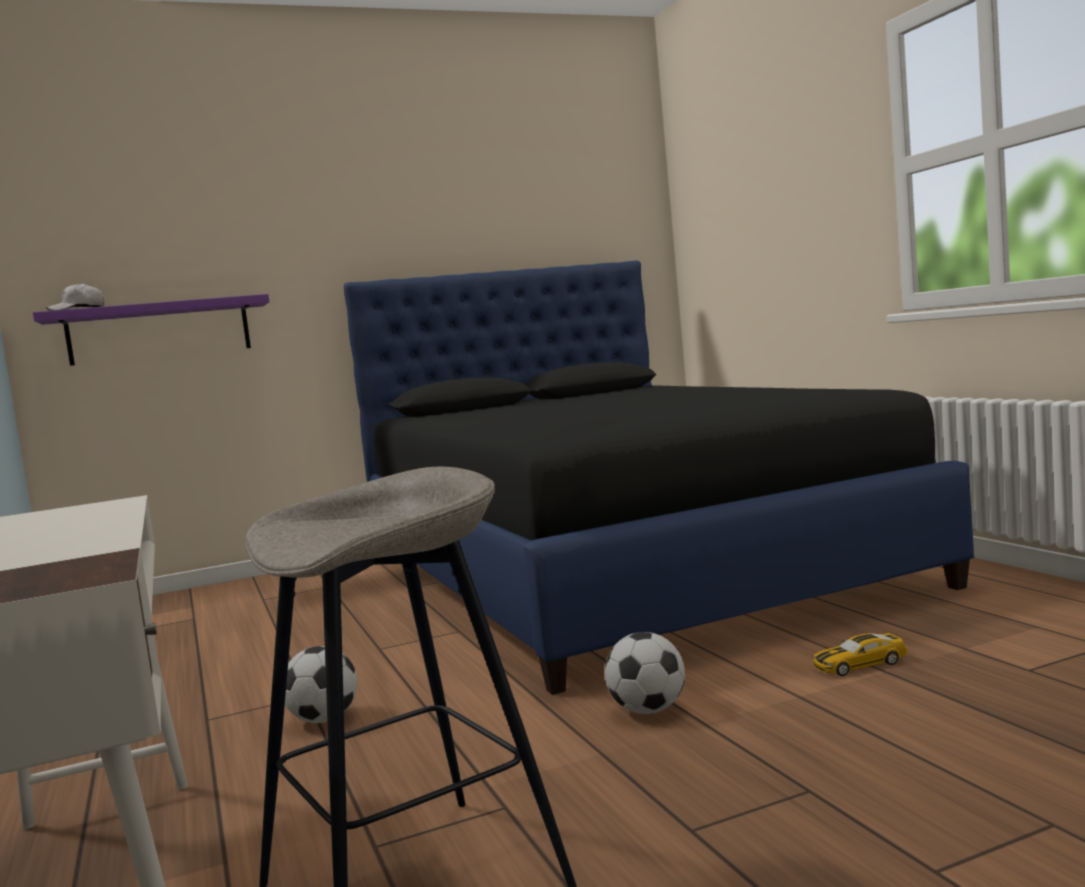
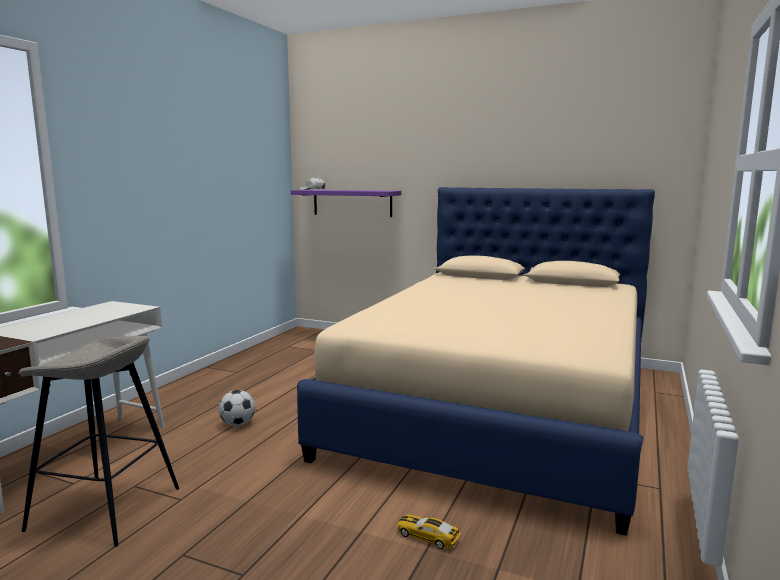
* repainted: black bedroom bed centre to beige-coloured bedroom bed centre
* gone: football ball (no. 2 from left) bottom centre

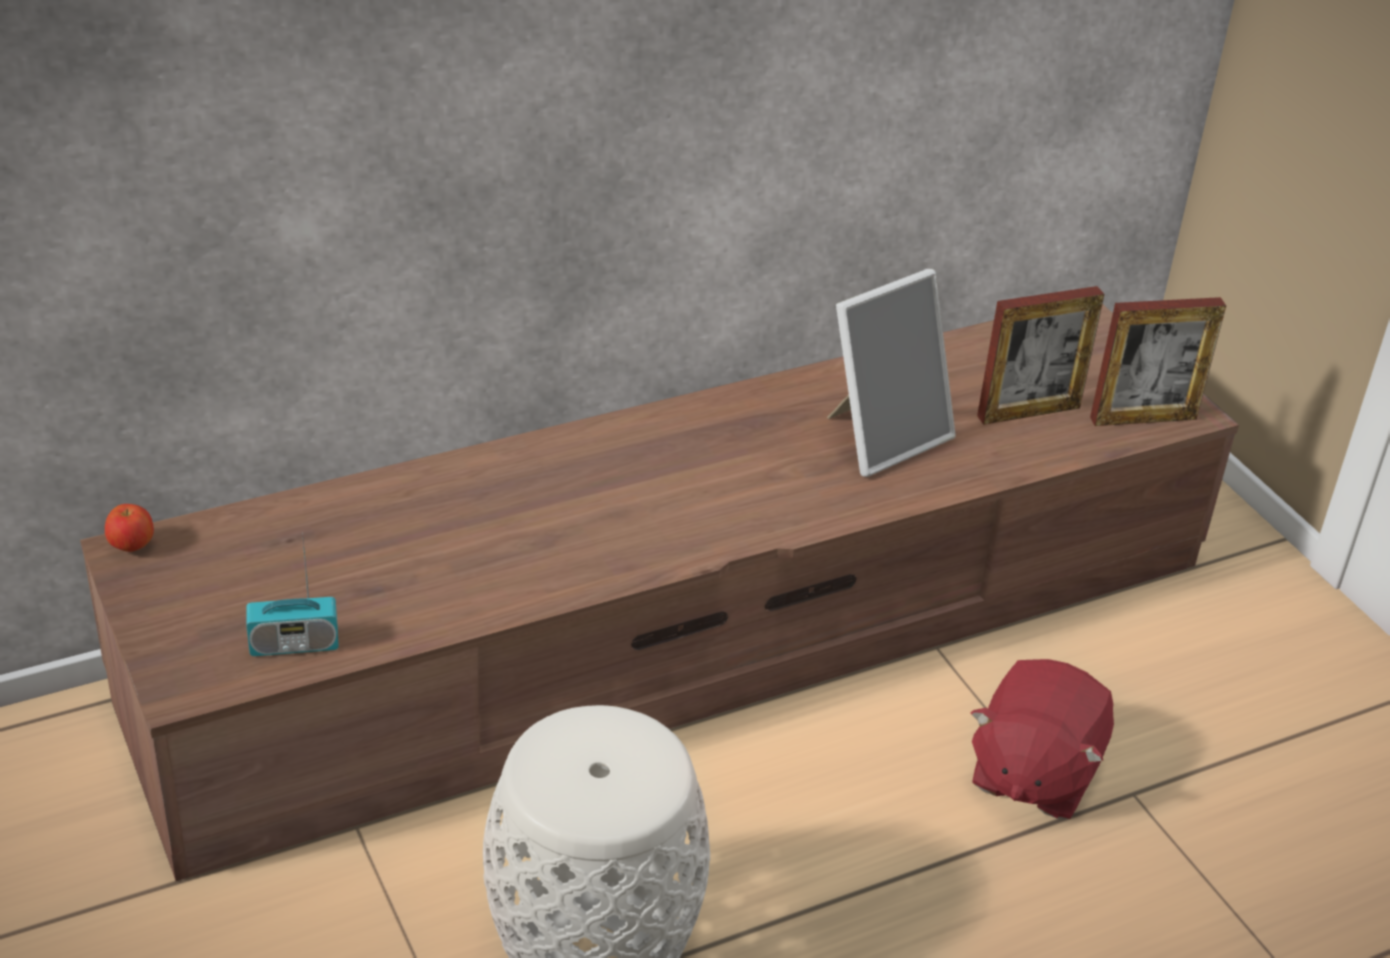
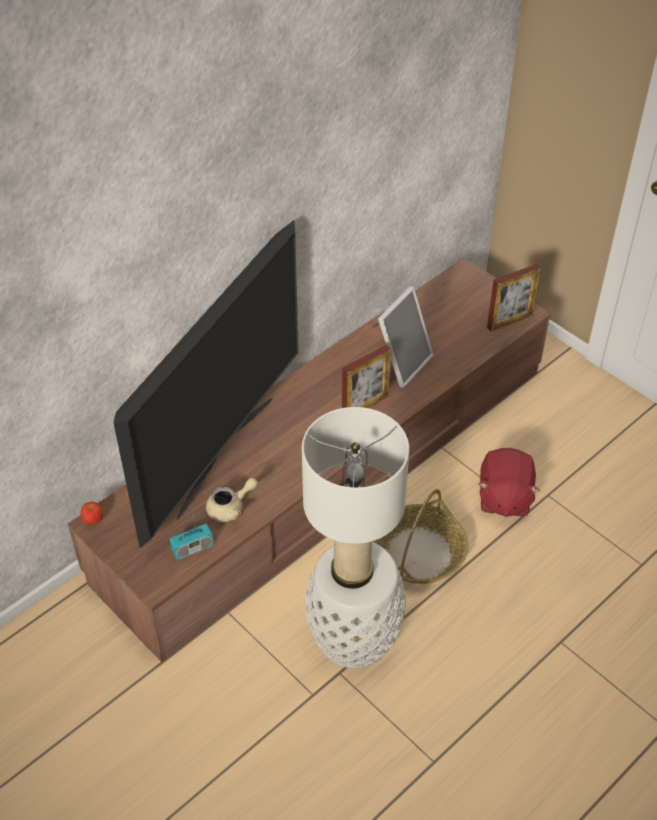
* new: TV set middle left
* new: beige-coloured pot for tea centre
* new: whitish tabletop lamp centre
* shifted: standing frame (no. 2 from left in the first image) middle right to standing frame (no. 1 from left) centre
* new: household basket centre

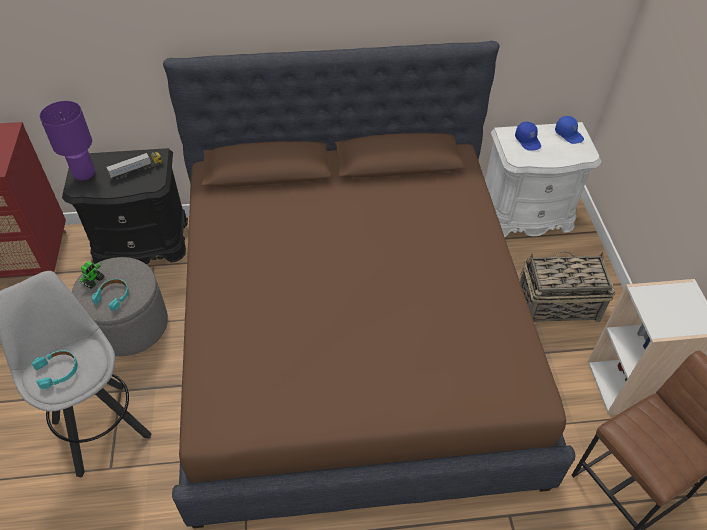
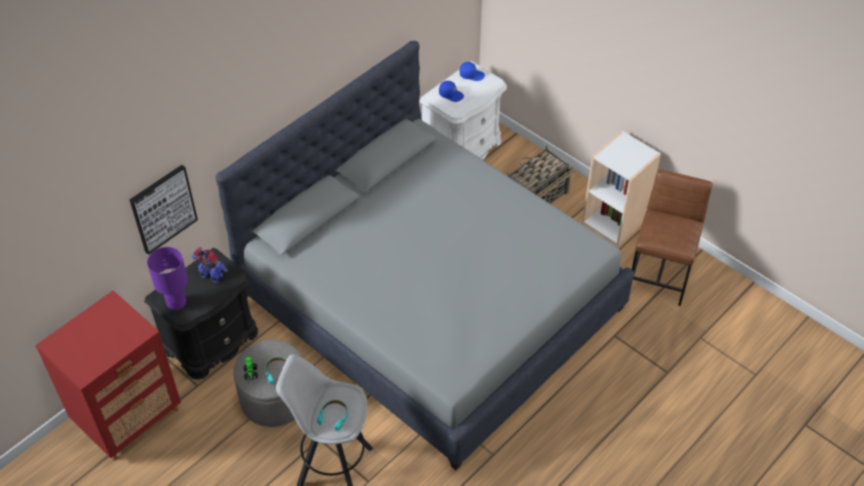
* new: picture middle left
* swapped: toy lorry top left to robot figure (no. 1 from left) middle left
* repainted: brown-coloured bedroom bed centre to gray bedroom bed centre

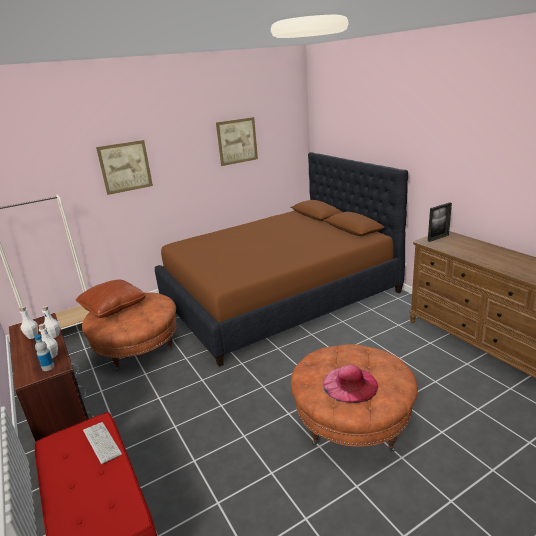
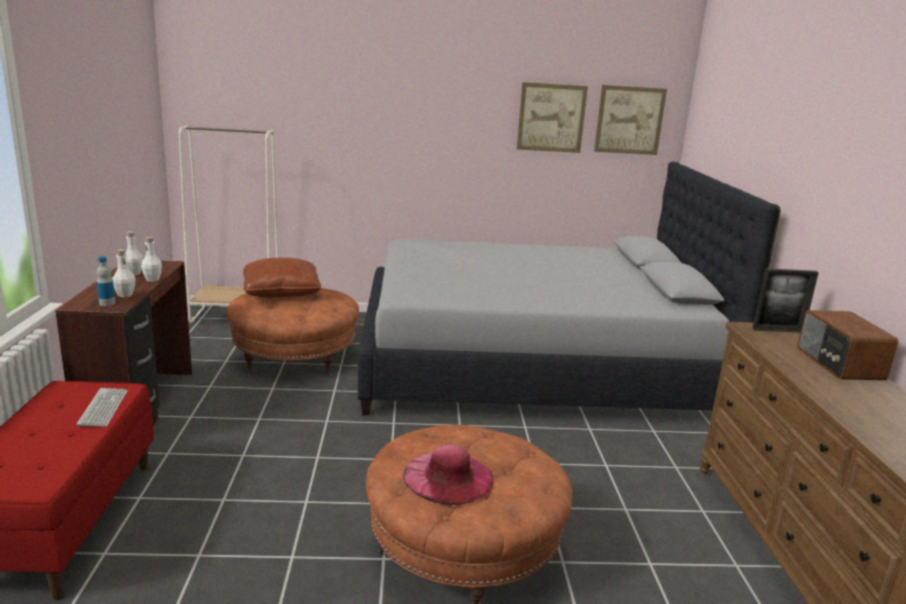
* repainted: brown-coloured bedroom bed centre to gray bedroom bed centre
* shifted: picture (no. 1 from left in the first image) top left to picture (no. 2 from left) top right
* new: radio middle right

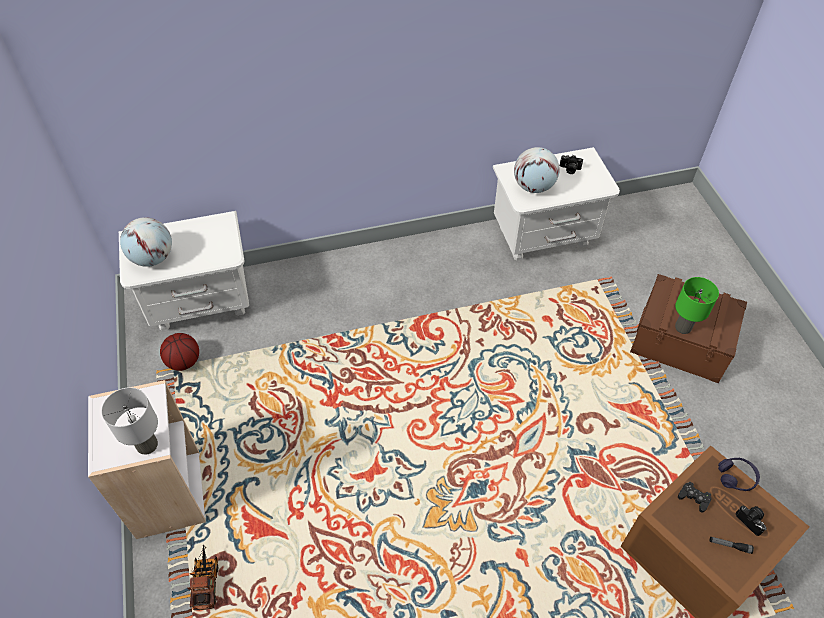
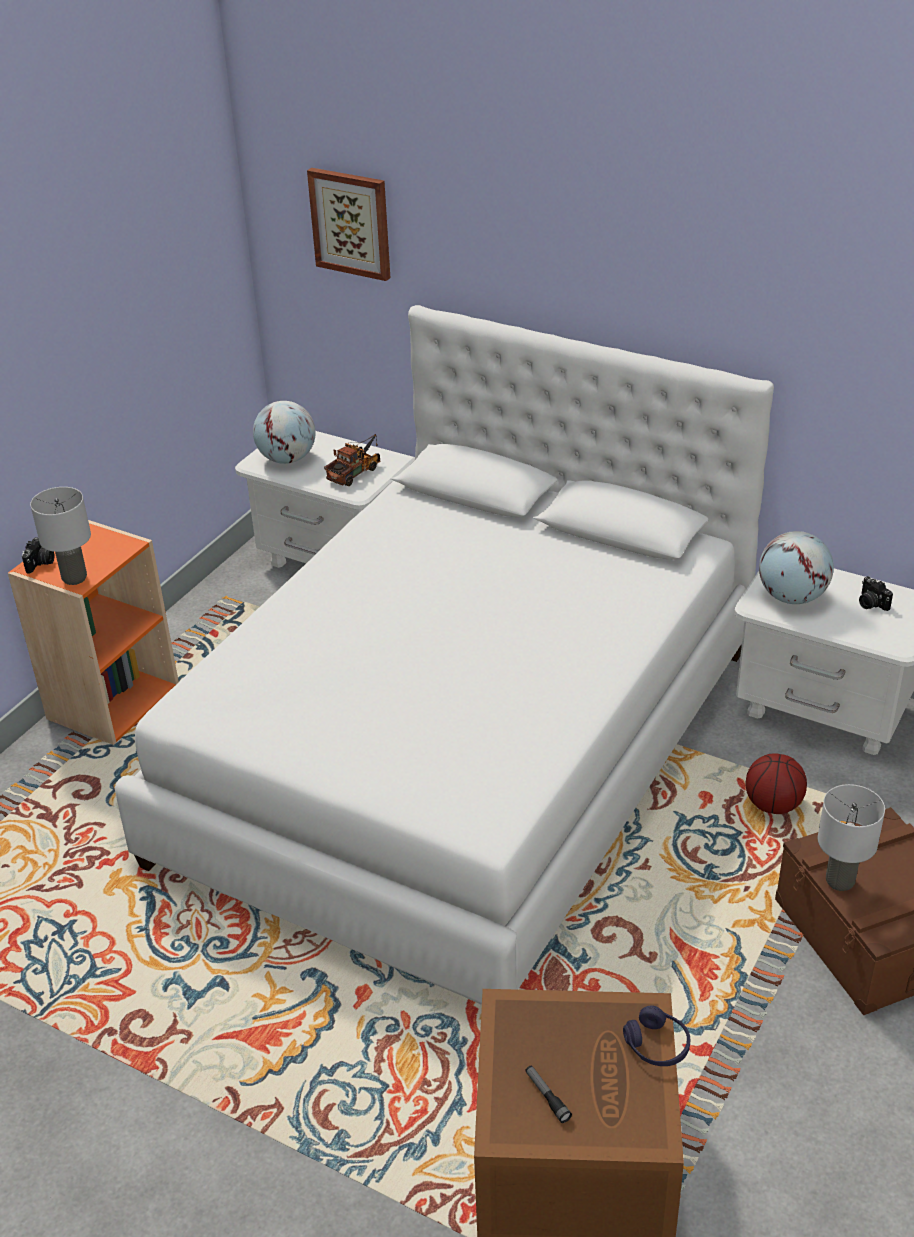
* repainted: whitish bookshelf bottom left to orange bookshelf middle left
* shifted: still camera (no. 2 from left in the first image) bottom right to still camera (no. 1 from left) middle left
* new: whitish bedroom bed centre
* new: picture top centre
* shifted: toy lorry bottom left to centre
* shifted: ball for basketball middle left to middle right
* repainted: green-coloured tabletop lamp middle right to whitish tabletop lamp (no. 2 from left) bottom right
* gone: black gamepad bottom right

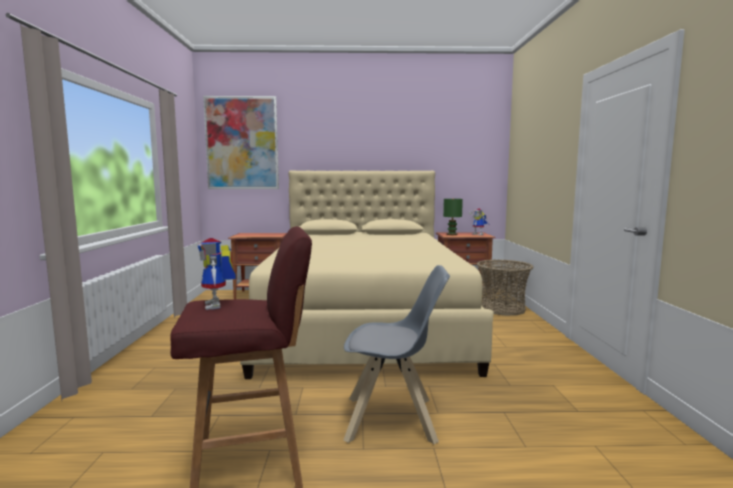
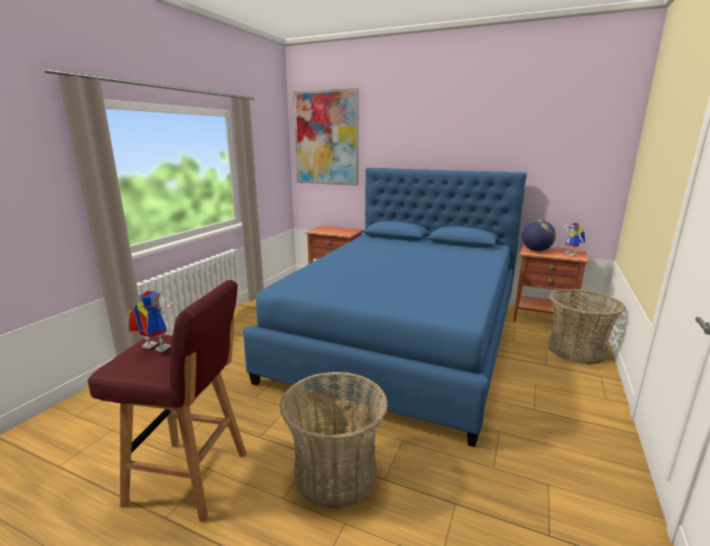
* rotated: robot figure (no. 1 from left) middle left = middle left 105 degrees clockwise
* repainted: beige-coloured bedroom bed centre to blue-coloured bedroom bed centre
* swapped: gray upright chair bottom centre to household basket (no. 1 from left) bottom centre
* swapped: green-coloured tabletop lamp centre to globe middle right

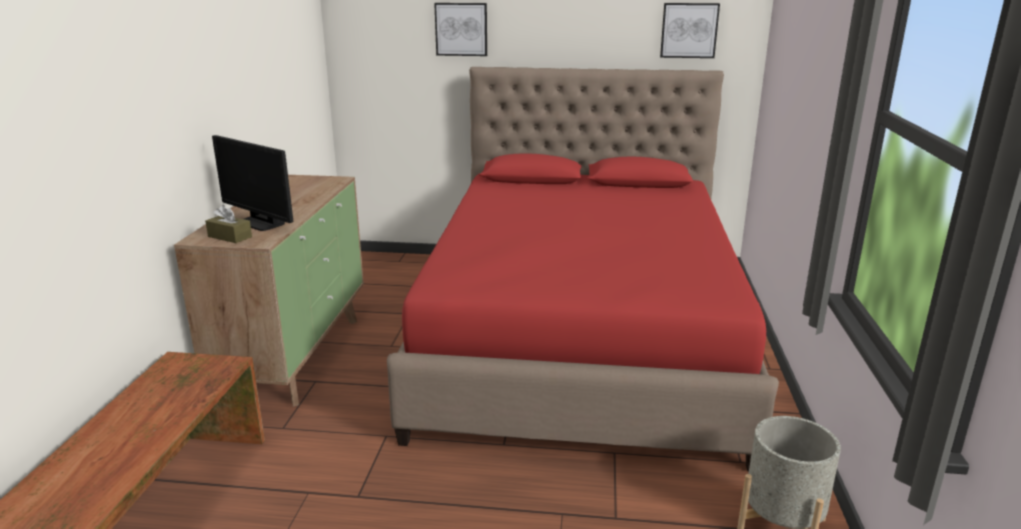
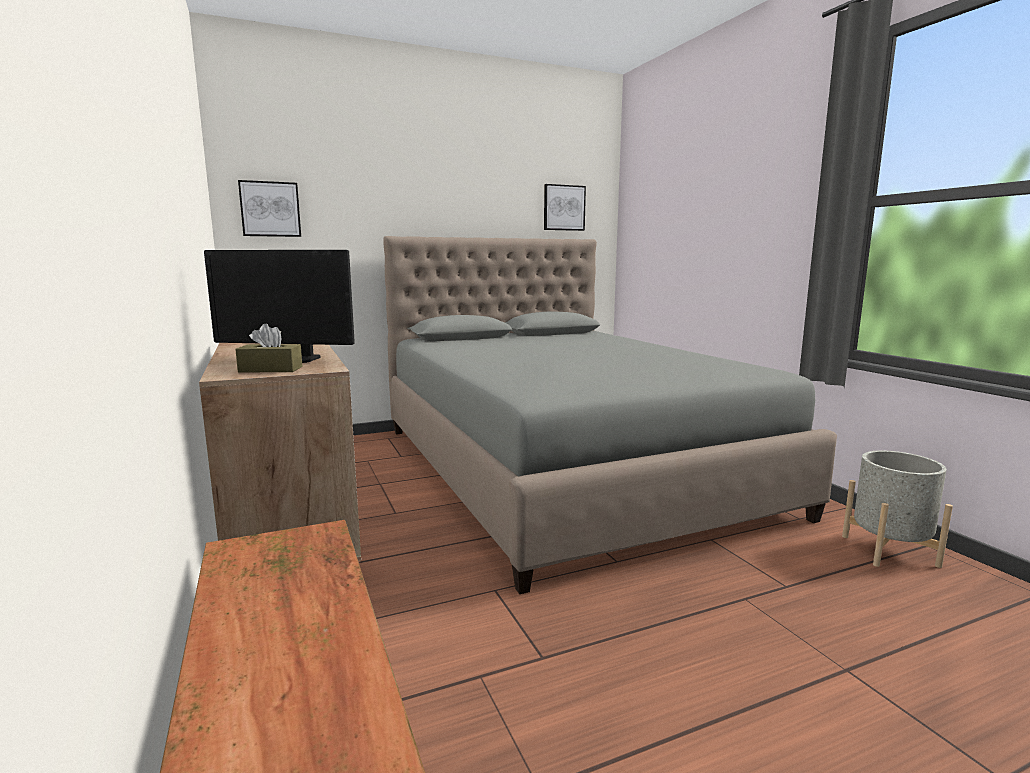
* shifted: picture (no. 1 from left) top centre to top left
* repainted: red bedroom bed centre to gray bedroom bed centre

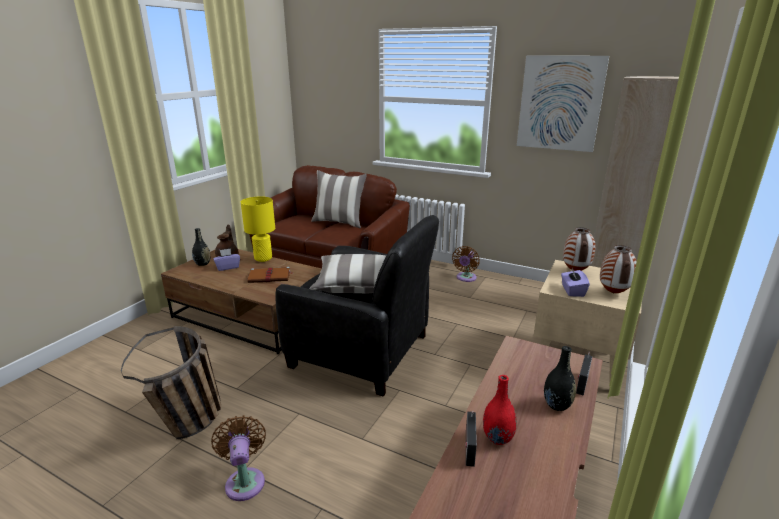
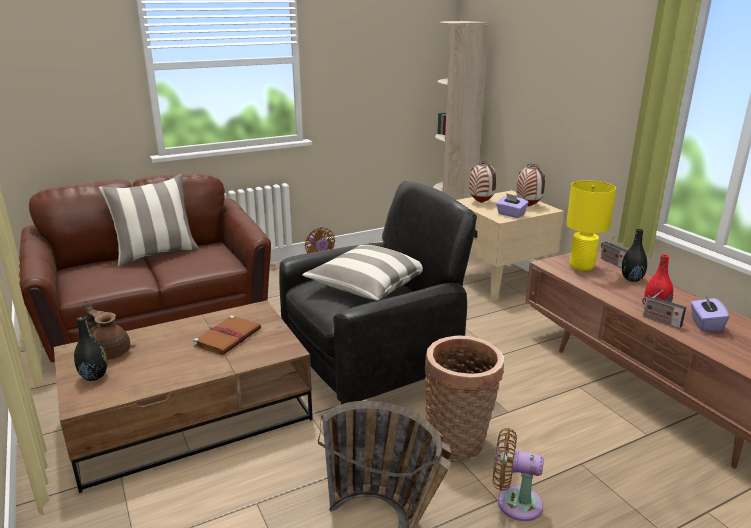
* new: household basket (no. 2 from left) bottom centre
* shifted: yellowish tabletop lamp middle left to middle right
* shifted: purplish tissue holder (no. 1 from left in the first image) middle left to purplish tissue holder (no. 2 from left) middle right
* gone: picture top right

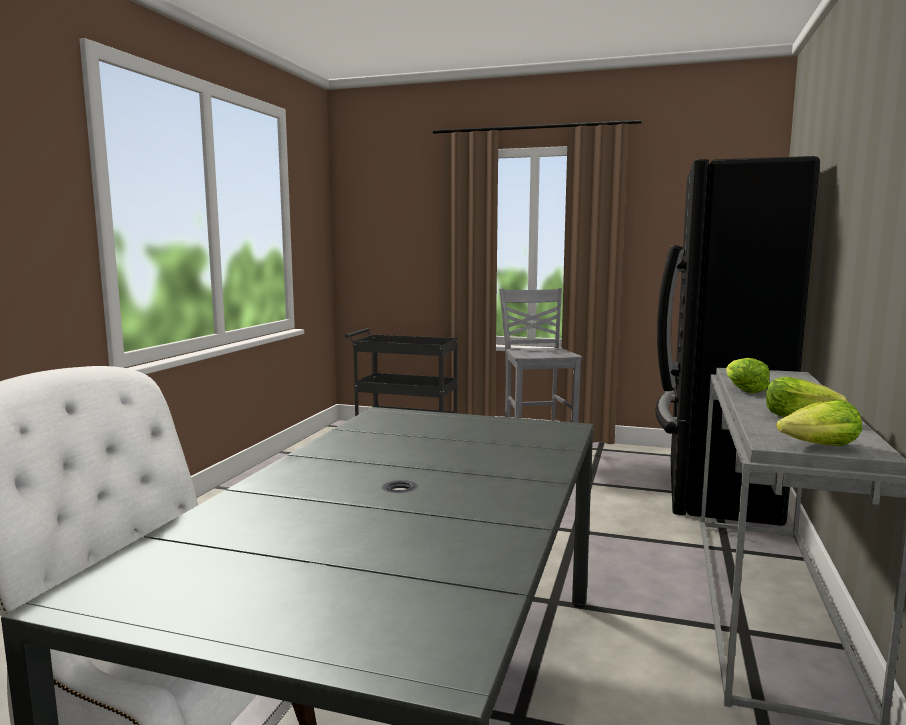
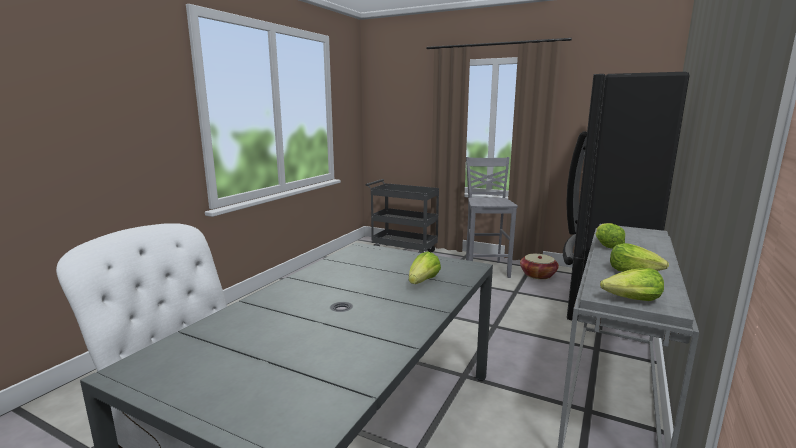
* new: head of lettuce (no. 1 from left) centre
* new: household basket middle right

